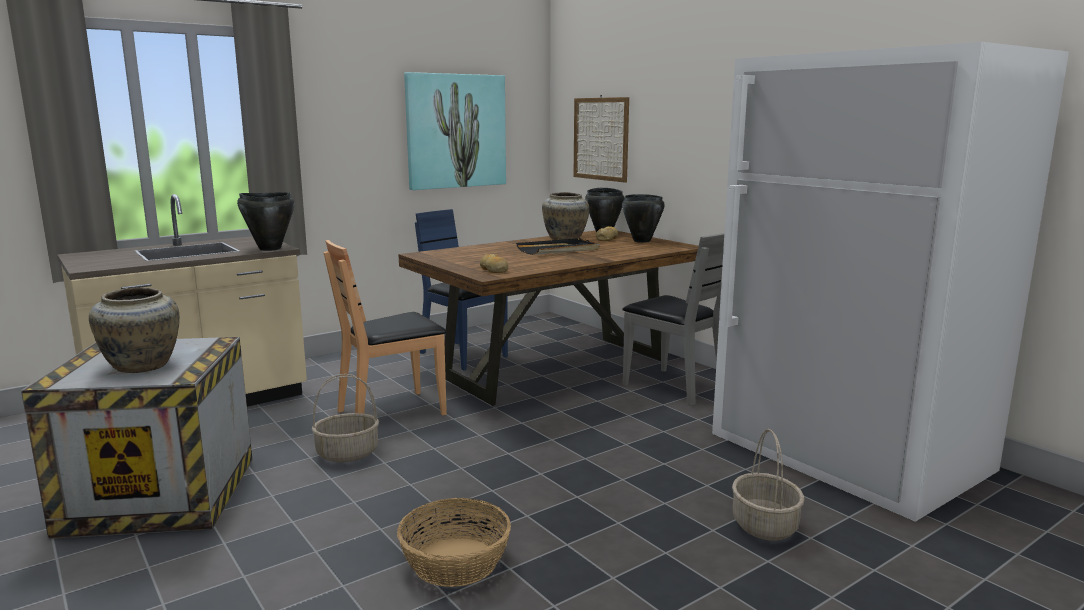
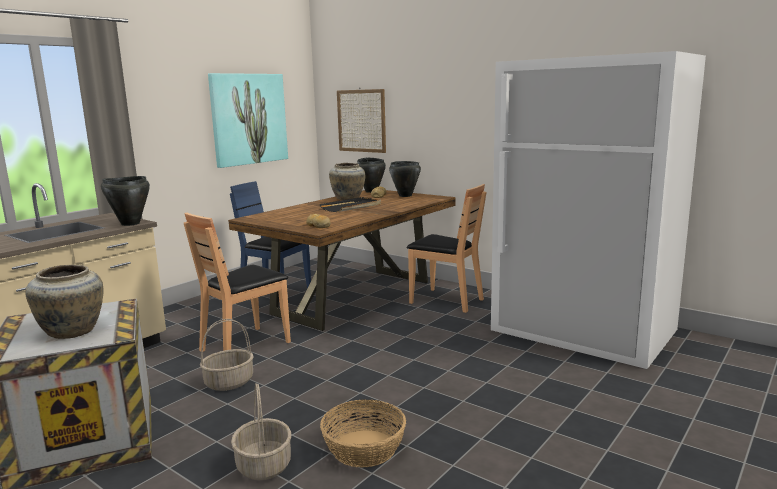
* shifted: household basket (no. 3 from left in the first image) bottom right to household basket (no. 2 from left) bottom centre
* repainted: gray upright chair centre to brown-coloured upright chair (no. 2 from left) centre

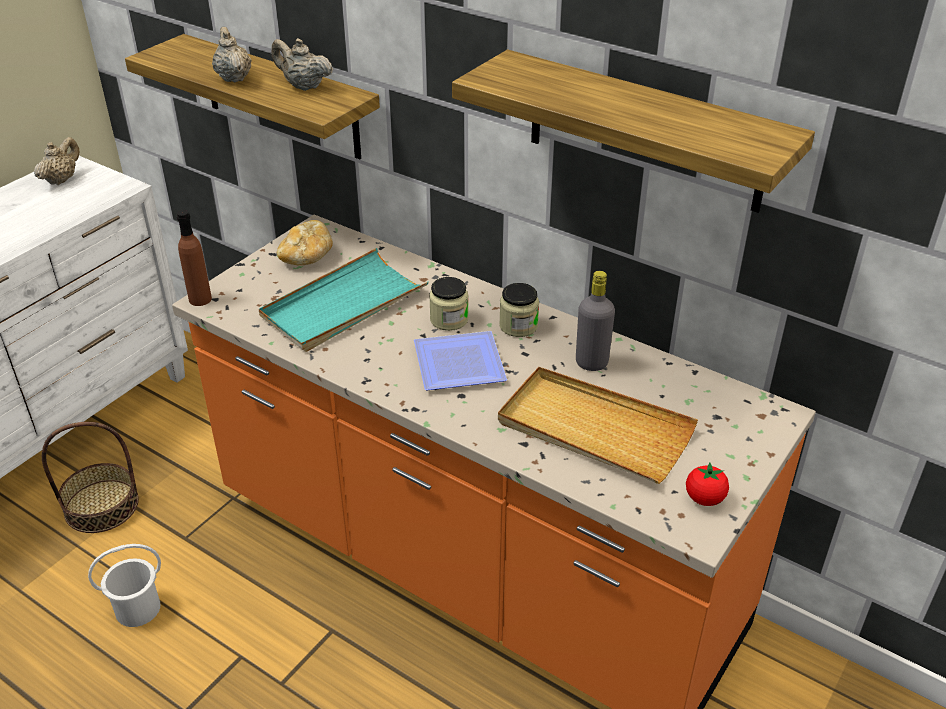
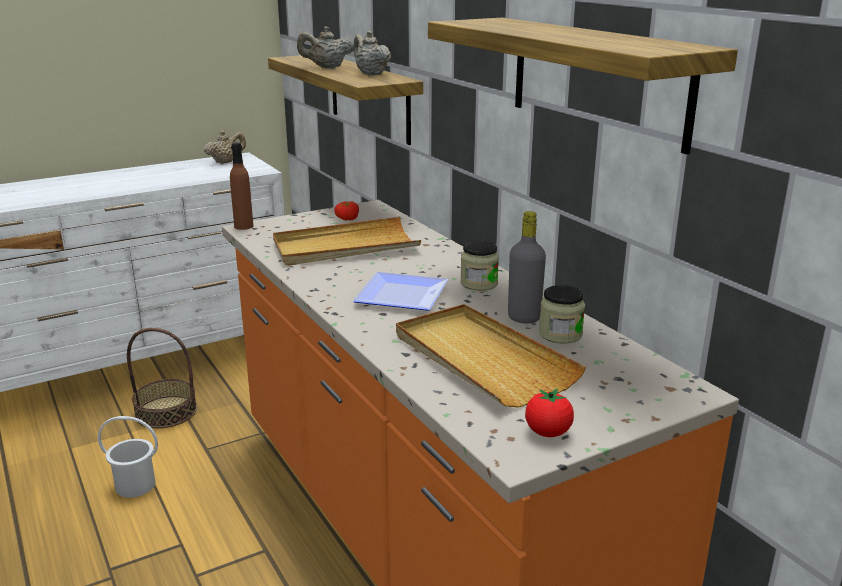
* repainted: turquoise-coloured tray centre to beige-coloured tray (no. 1 from left) centre
* rotated: beige-coloured pot for tea (no. 2 from left) top left = top centre 105 degrees counterclockwise
* swapped: bread middle left to tomato (no. 1 from left) centre
* shifted: preserve jar (no. 1 from left in the first image) centre to preserve jar (no. 2 from left) middle right

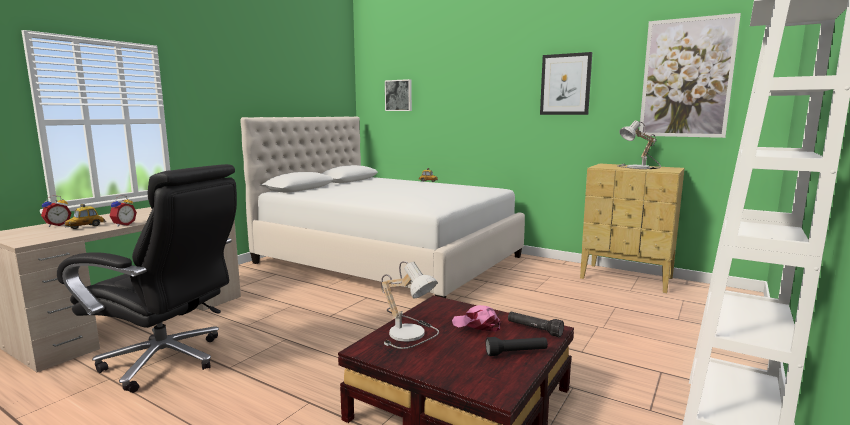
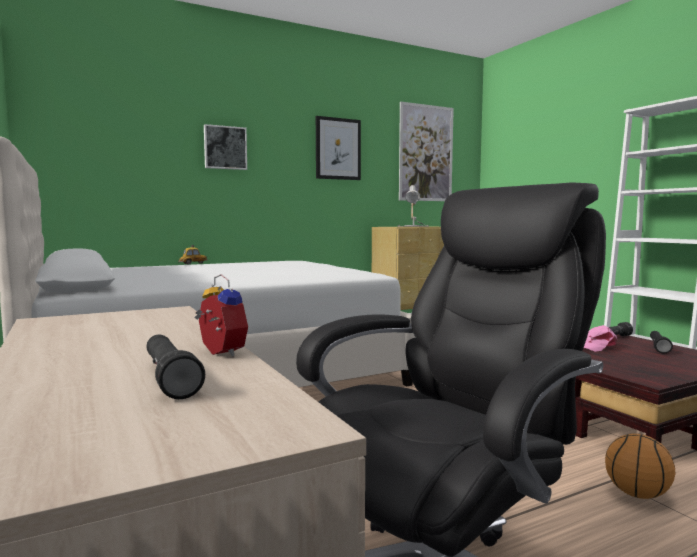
* swapped: toy car (no. 1 from left) middle left to black torch (no. 1 from left) middle left
* shifted: picture (no. 1 from left) top centre to top left
* new: ball for basketball bottom right
* gone: alarm clock (no. 1 from left) middle left
* gone: tabletop lamp (no. 1 from left) bottom centre

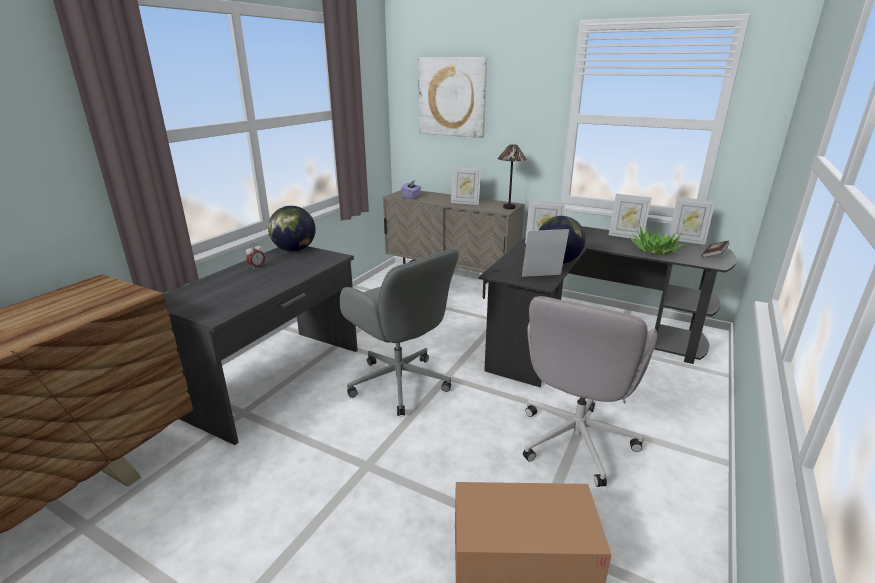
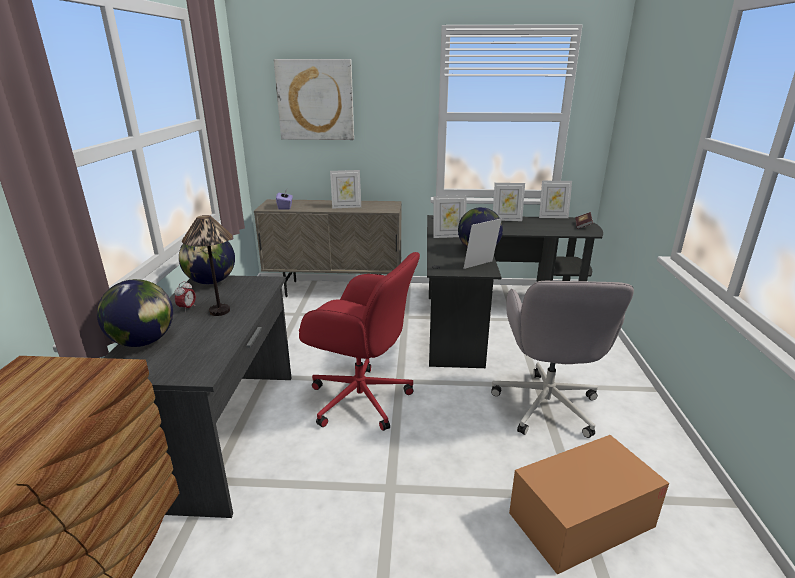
* new: globe (no. 1 from left) middle left
* shifted: tabletop lamp top centre to middle left
* repainted: gray computer chair (no. 1 from left) centre to red computer chair centre
* gone: plant in a pot middle right

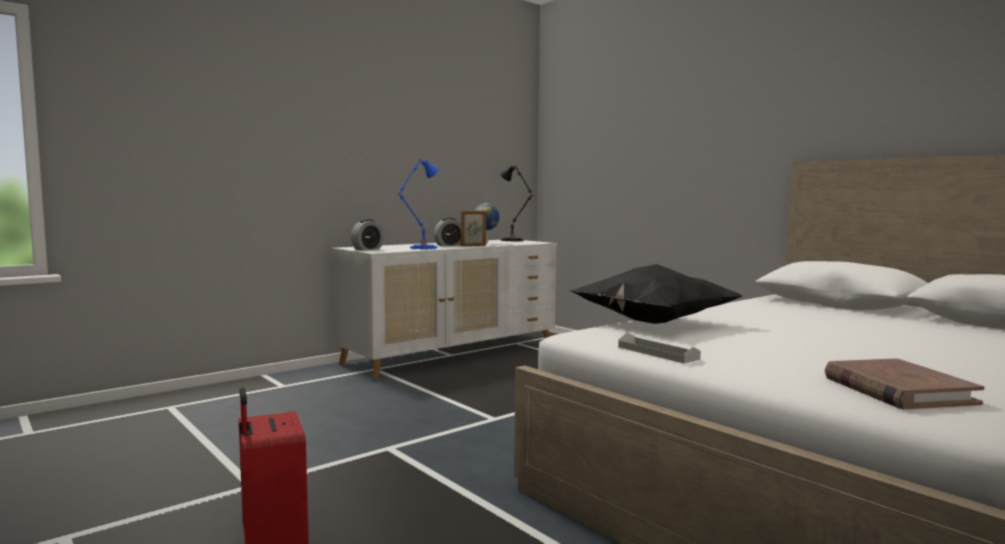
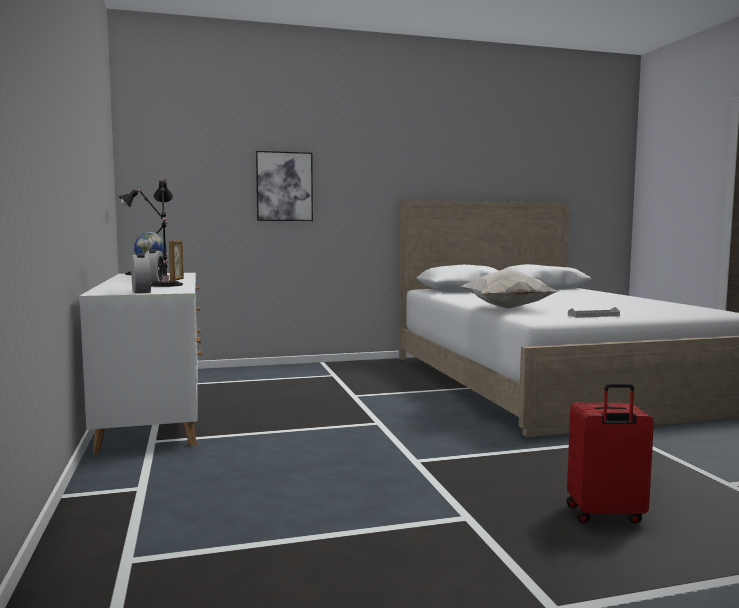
* repainted: blue-coloured tabletop lamp centre to black tabletop lamp (no. 2 from left) middle left
* new: picture top centre
* repainted: black throw pillow centre to whitish throw pillow middle right
* gone: brown-coloured volume bottom right

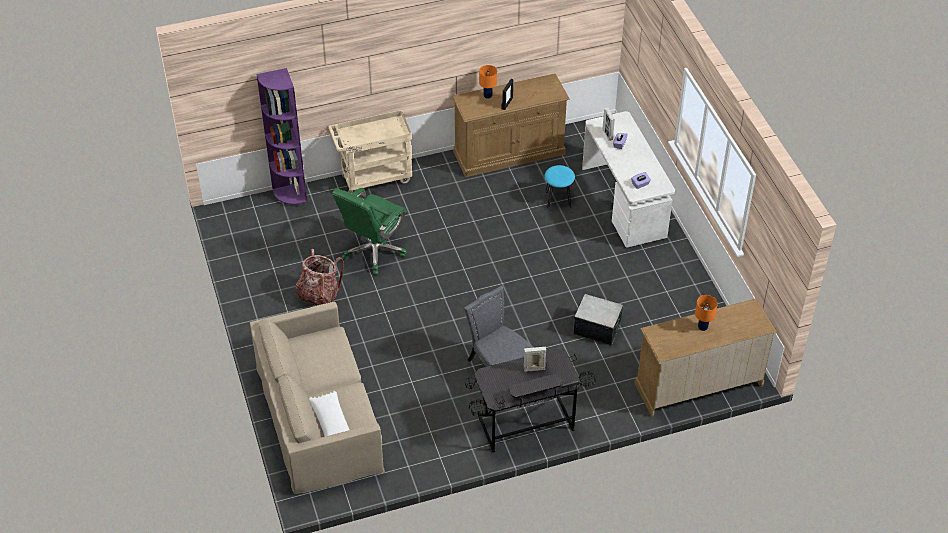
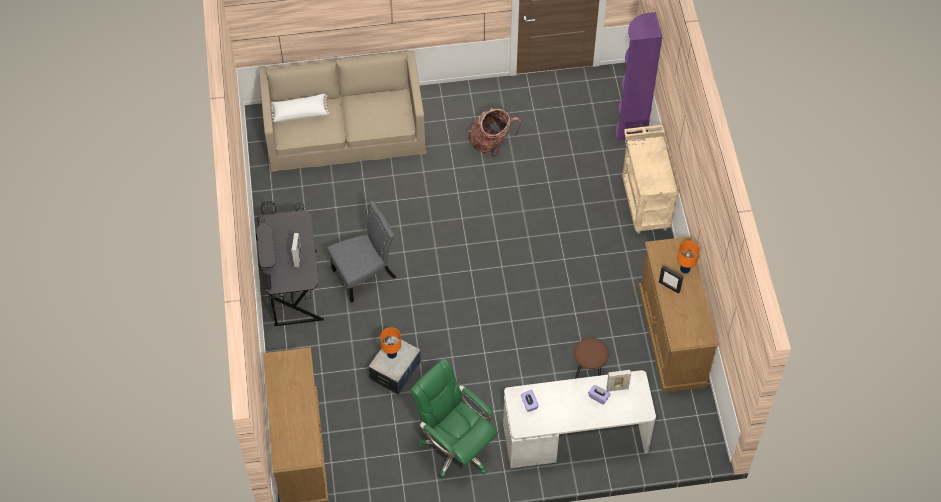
* shifted: orange tabletop lamp (no. 2 from left in the first image) middle right to orange tabletop lamp (no. 1 from left) bottom centre
* shifted: green-coloured computer chair centre to bottom centre
* repainted: turquoise-coloured sitting stool centre to brown-coloured sitting stool bottom centre

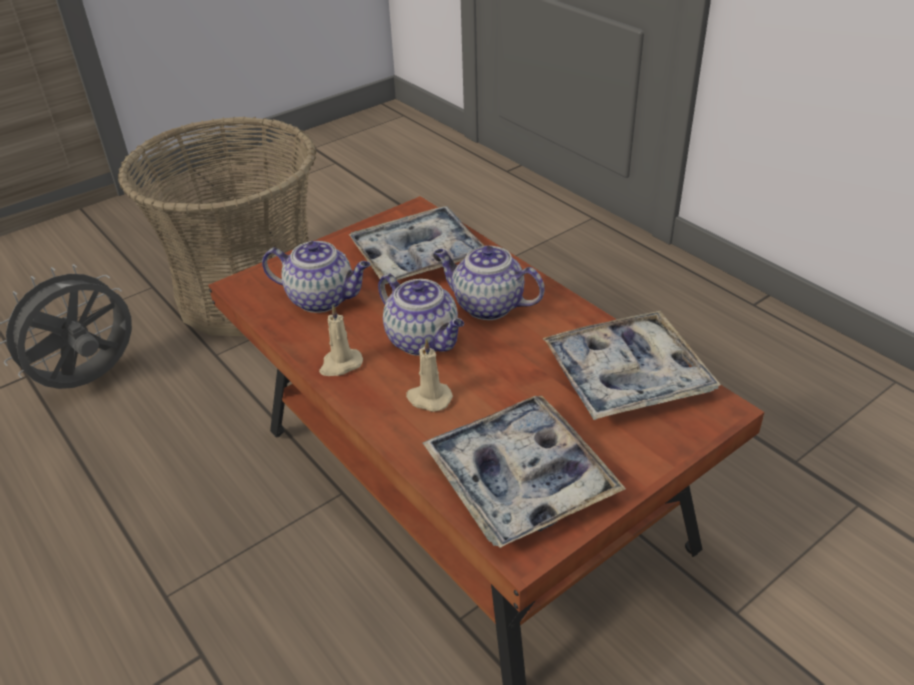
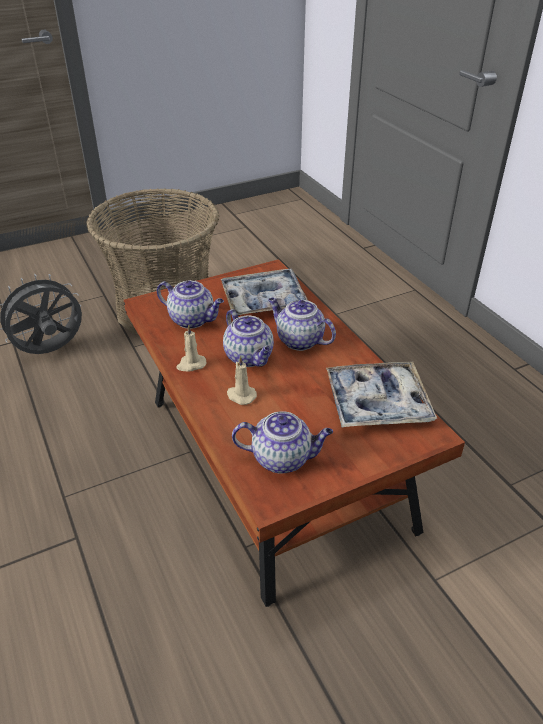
* swapped: tray (no. 2 from left) bottom centre to pot for tea (no. 3 from left) centre

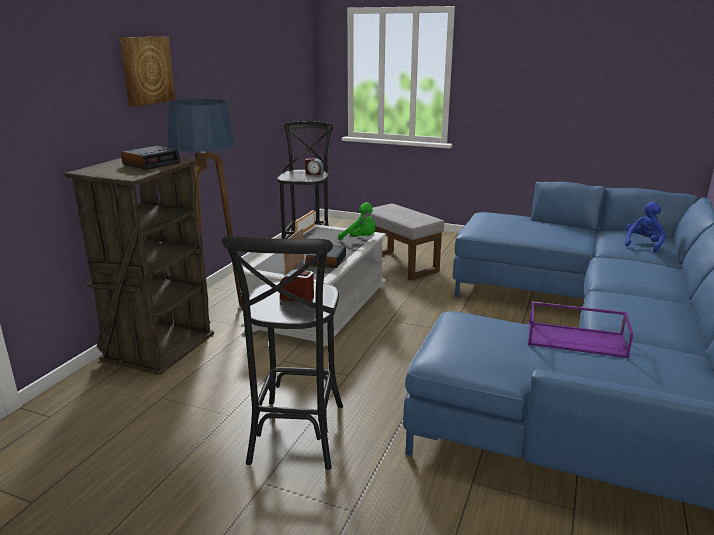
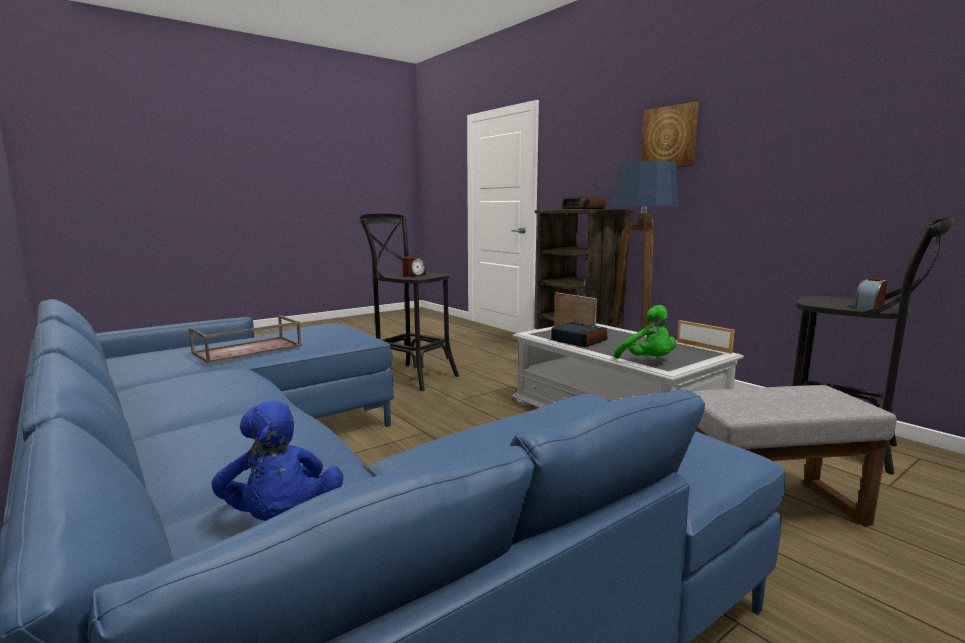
* repainted: purplish tray middle right to brown-coloured tray middle left
* rotated: green-coloured plush toy centre = middle right 90 degrees counterclockwise

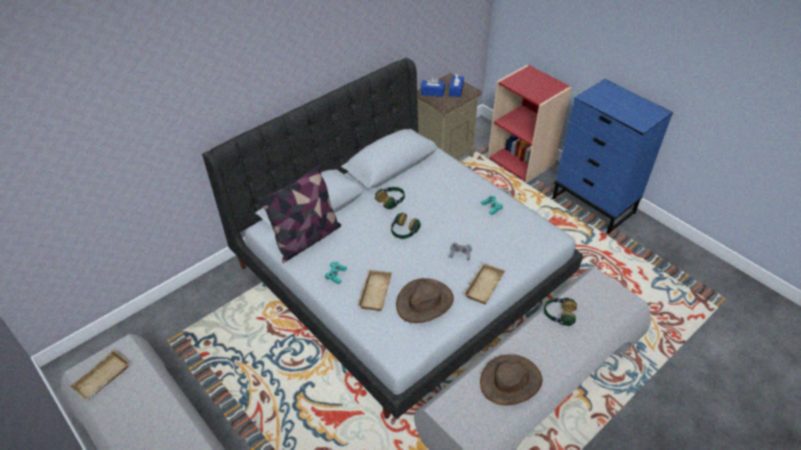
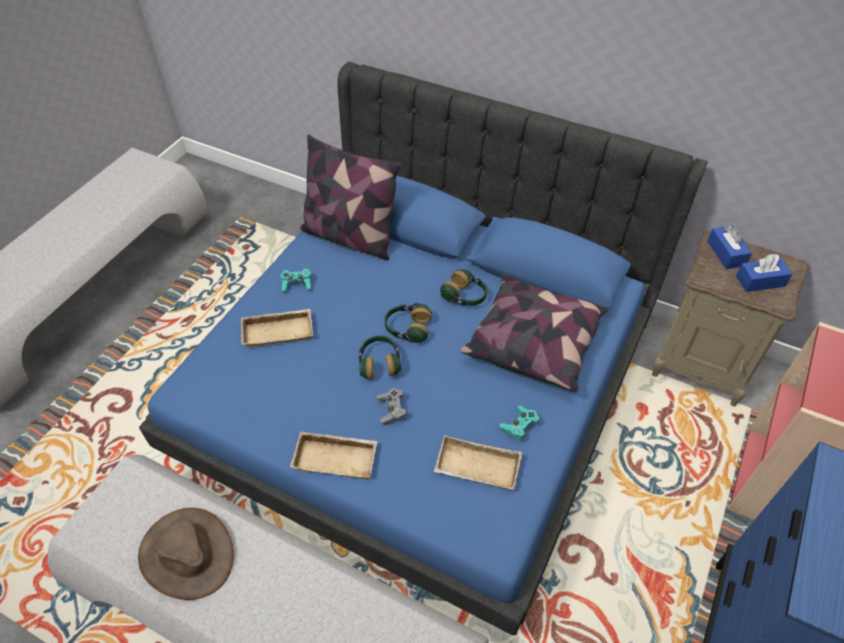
* repainted: gray bedroom bed centre to blue-coloured bedroom bed centre
* shifted: headphones (no. 3 from left in the first image) bottom right to headphones (no. 1 from left) centre
* shifted: beige-coloured tray (no. 1 from left in the first image) bottom left to beige-coloured tray (no. 3 from left) bottom centre
* new: throw pillow (no. 2 from left) centre
* gone: brown-coloured clothing hat (no. 1 from left) bottom centre

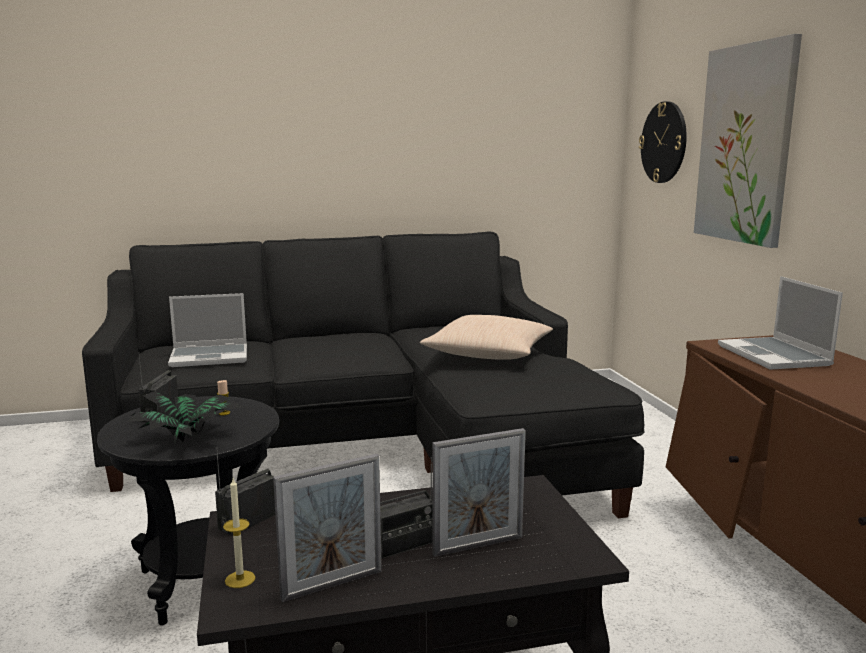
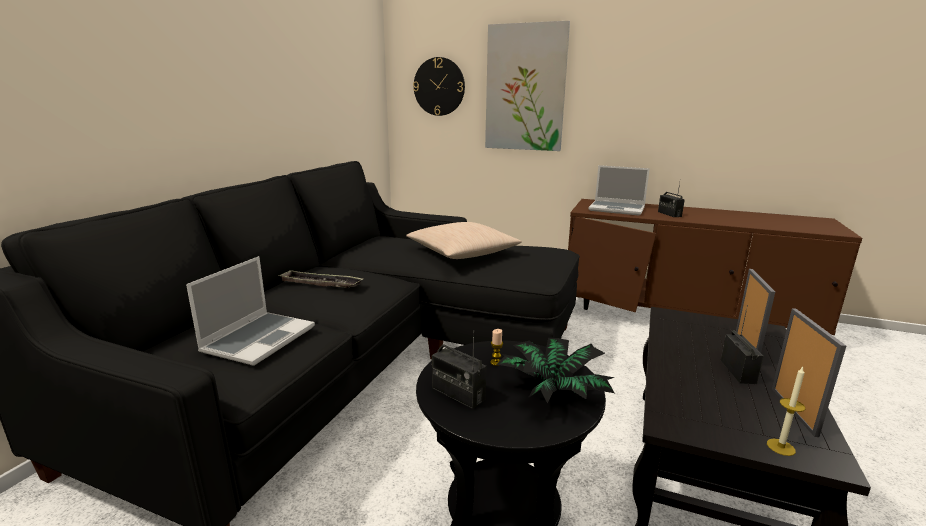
* new: tray centre
* shifted: radio (no. 2 from left) bottom left to middle right

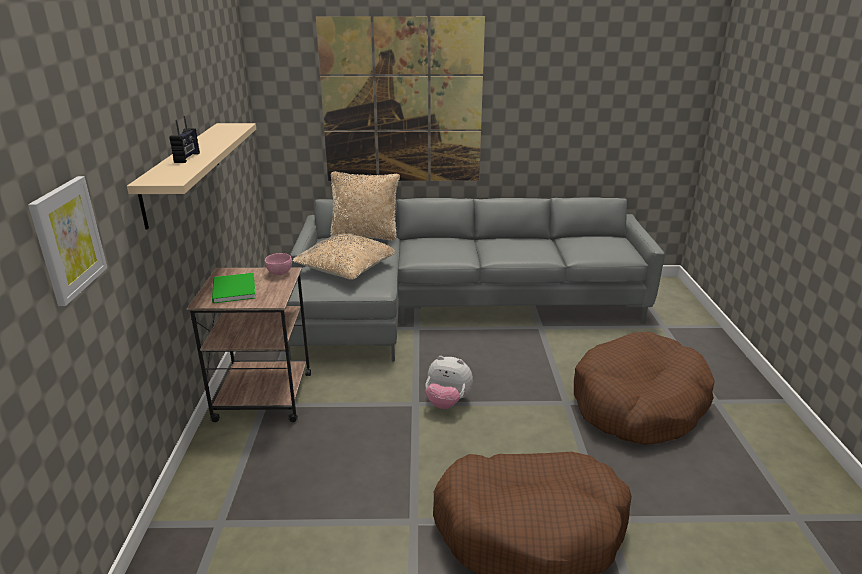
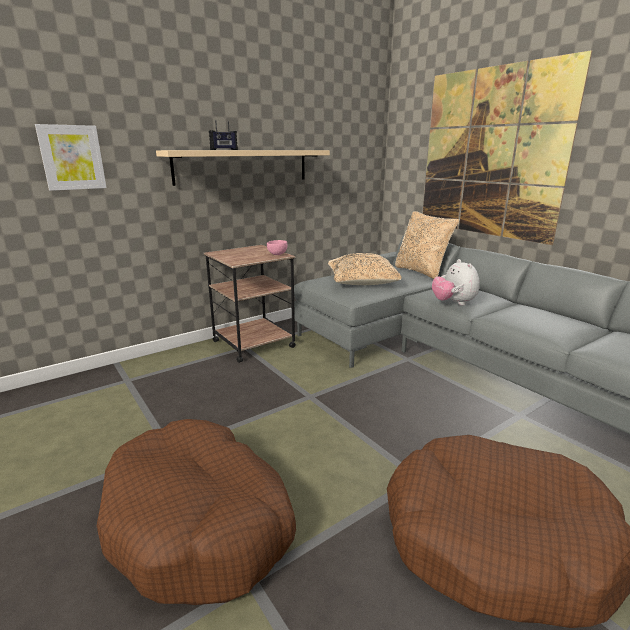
* shifted: plush toy centre to middle right
* gone: green-coloured volume middle left

